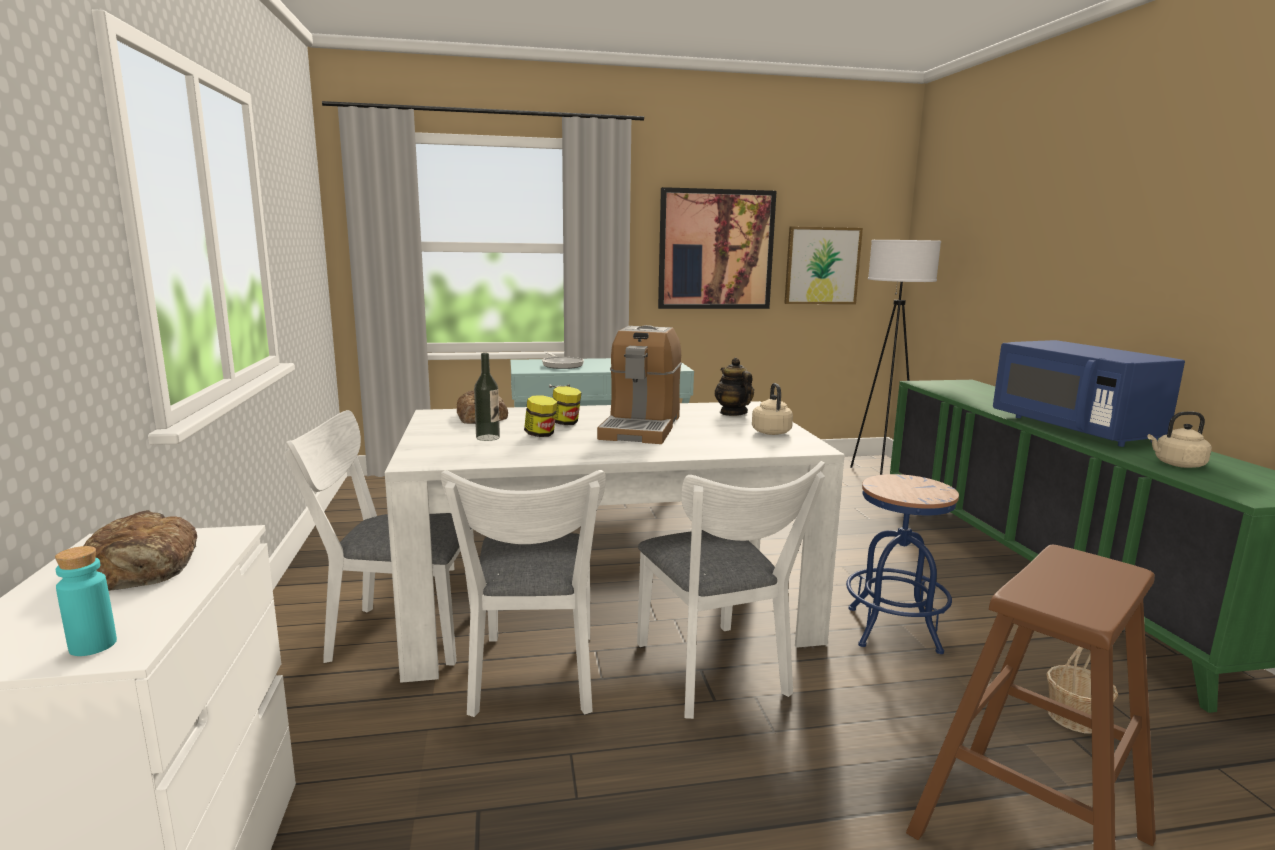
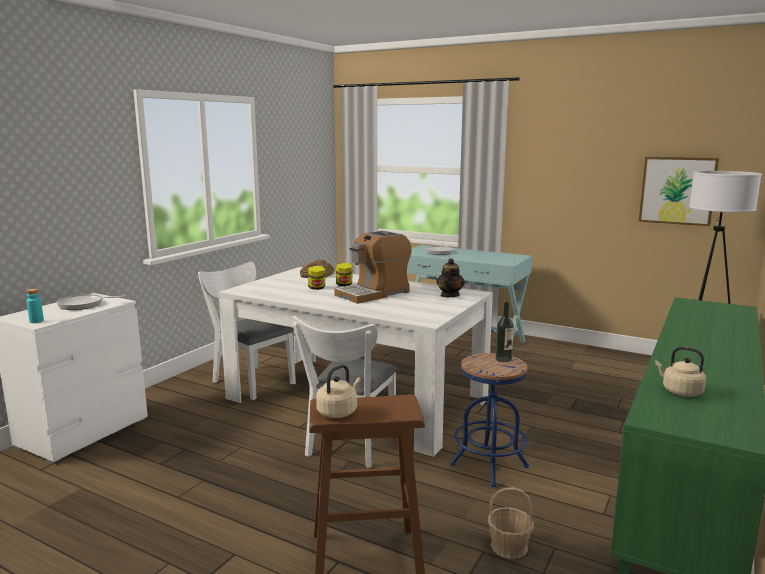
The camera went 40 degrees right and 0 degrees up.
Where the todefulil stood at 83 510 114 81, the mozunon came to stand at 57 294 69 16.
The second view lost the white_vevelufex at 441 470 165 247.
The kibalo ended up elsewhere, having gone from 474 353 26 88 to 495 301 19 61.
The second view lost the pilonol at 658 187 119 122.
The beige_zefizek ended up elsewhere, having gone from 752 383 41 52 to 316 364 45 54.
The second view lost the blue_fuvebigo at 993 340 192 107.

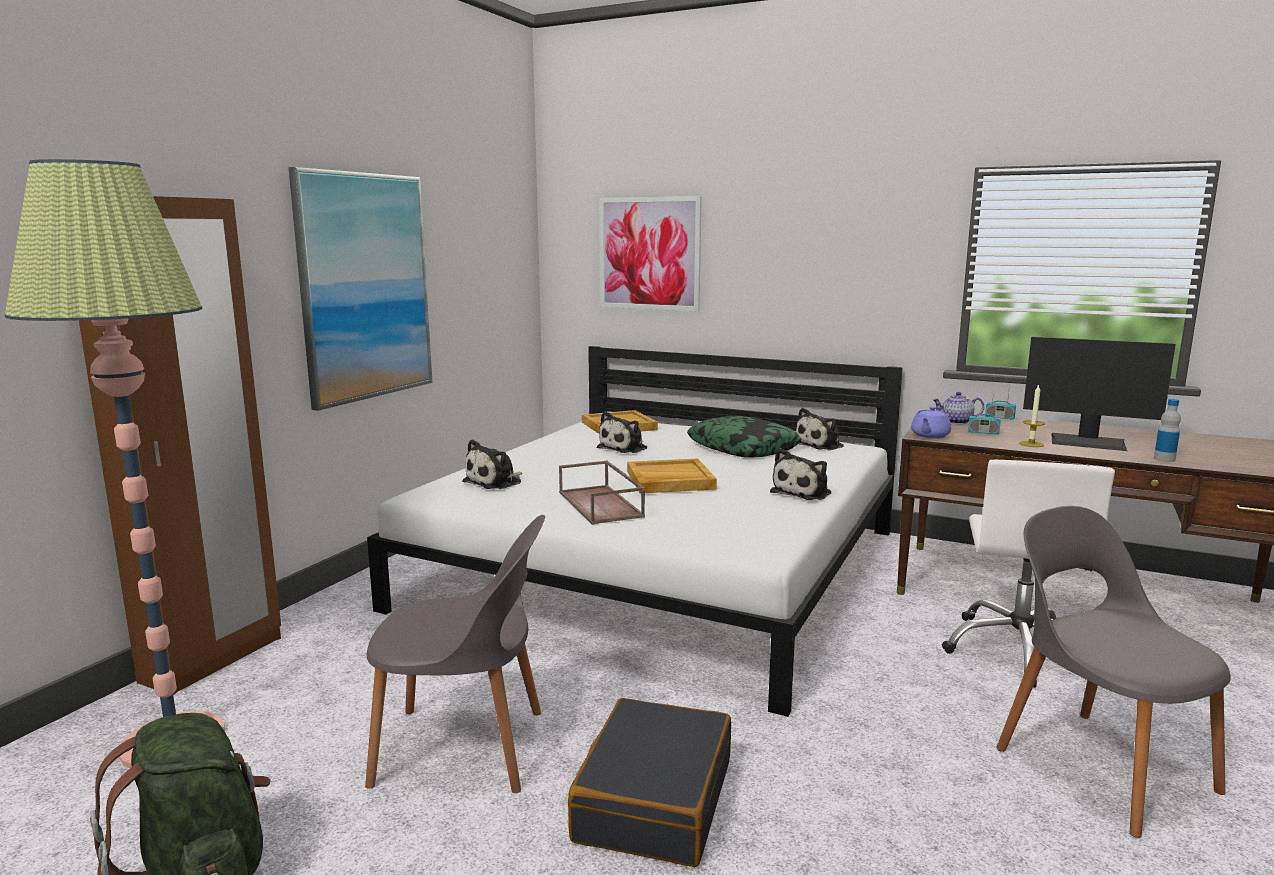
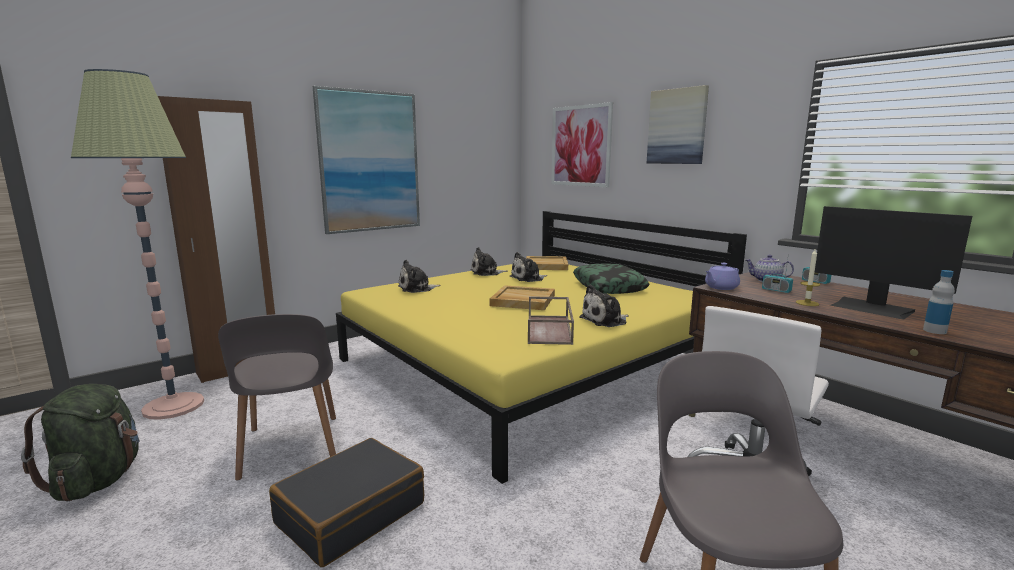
The camera went 25 degrees right and 0 degrees up.
The grey_vevelufex at 365 515 180 278 ended up facing another way, 45 degrees clockwise from before.
What was the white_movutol at 367 346 536 371 turned into the yellow_movutol at 336 211 411 273.
The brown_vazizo ended up elsewhere, having gone from 559 460 86 64 to 528 296 46 49.
The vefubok ended up elsewhere, having gone from 796 408 48 42 to 471 247 37 29.
The second view gained the pilonol at 647 85 62 79.

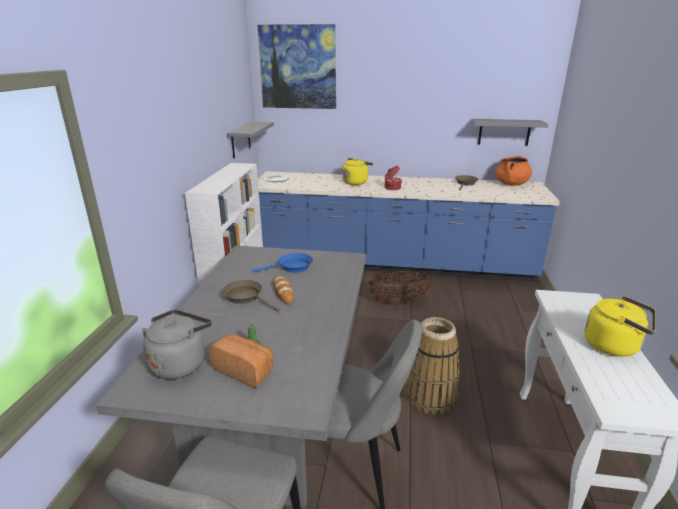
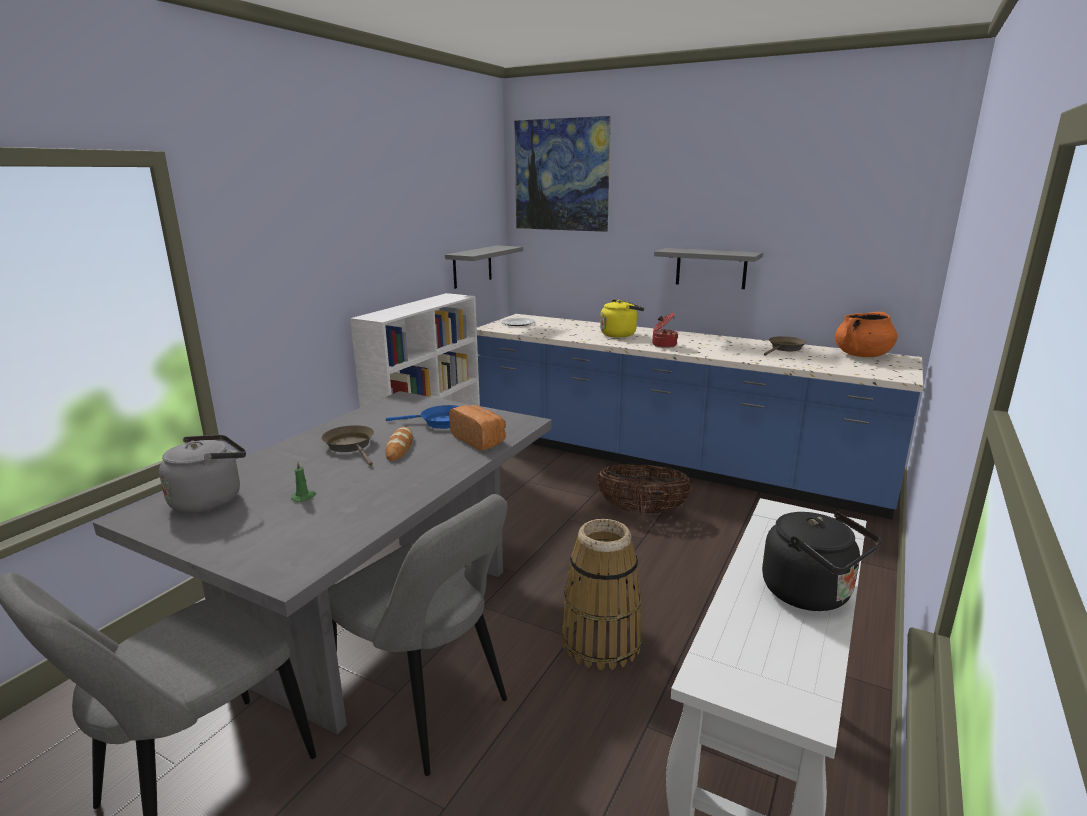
The camera went 20 degrees right and 5 degrees down.
The todefulil ended up elsewhere, having gone from 209 334 64 54 to 449 405 57 45.
The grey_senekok ended up elsewhere, having gone from 471 119 77 27 to 654 248 109 41.
What was the yellow_zefizek at 585 296 71 61 turned into the black_zefizek at 762 511 119 100.

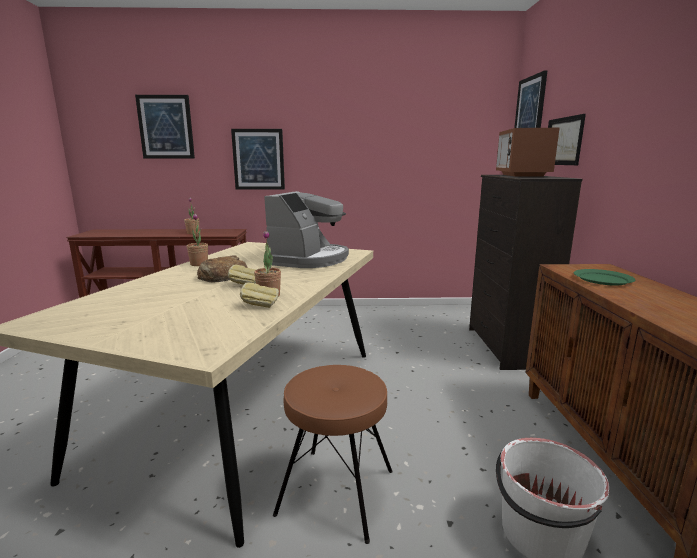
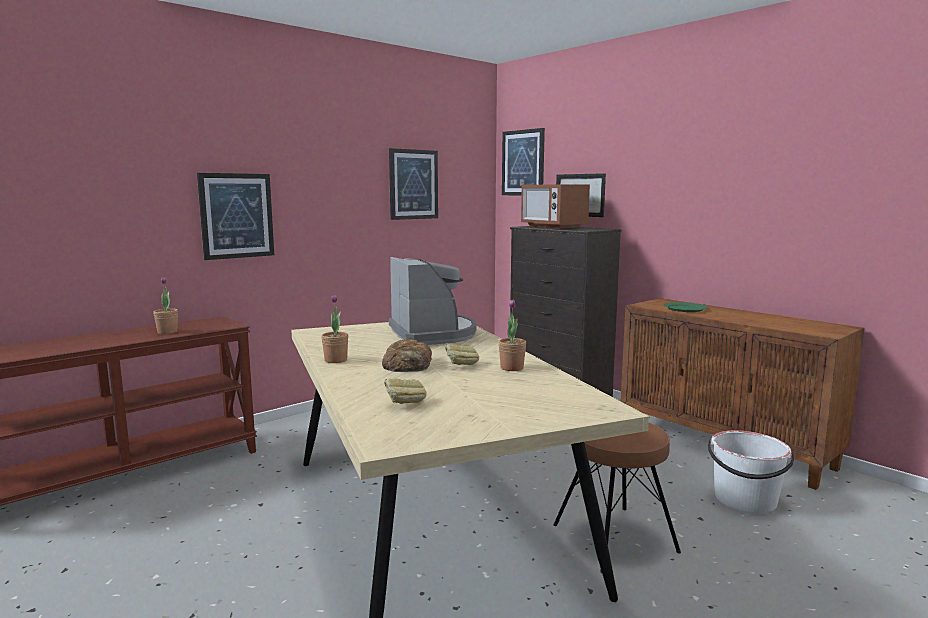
The camera went 40 degrees left and 5 degrees down.
The pilonol ended up elsewhere, having gone from 135 95 60 63 to 389 148 49 72.
The todefulil ended up elsewhere, having gone from 240 282 39 26 to 384 378 43 26.

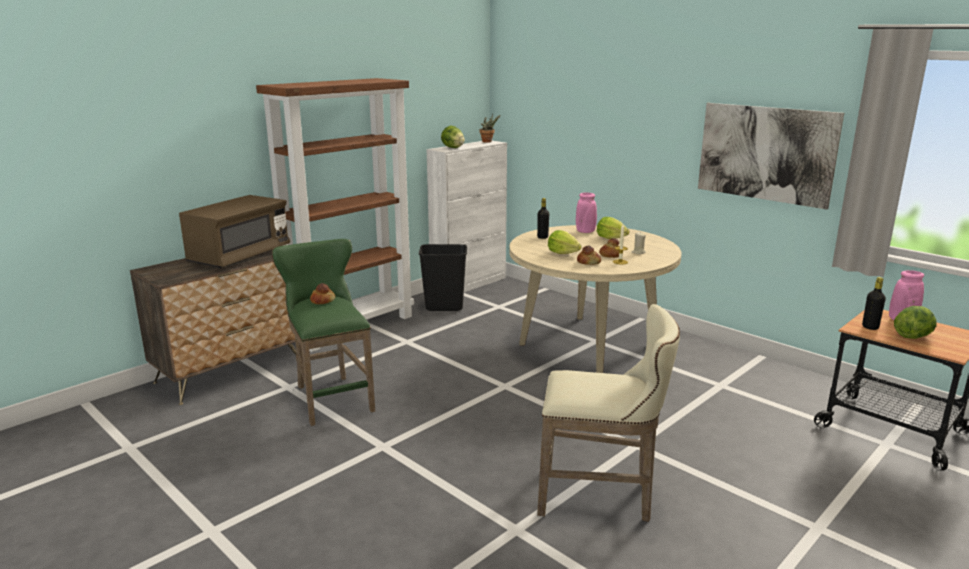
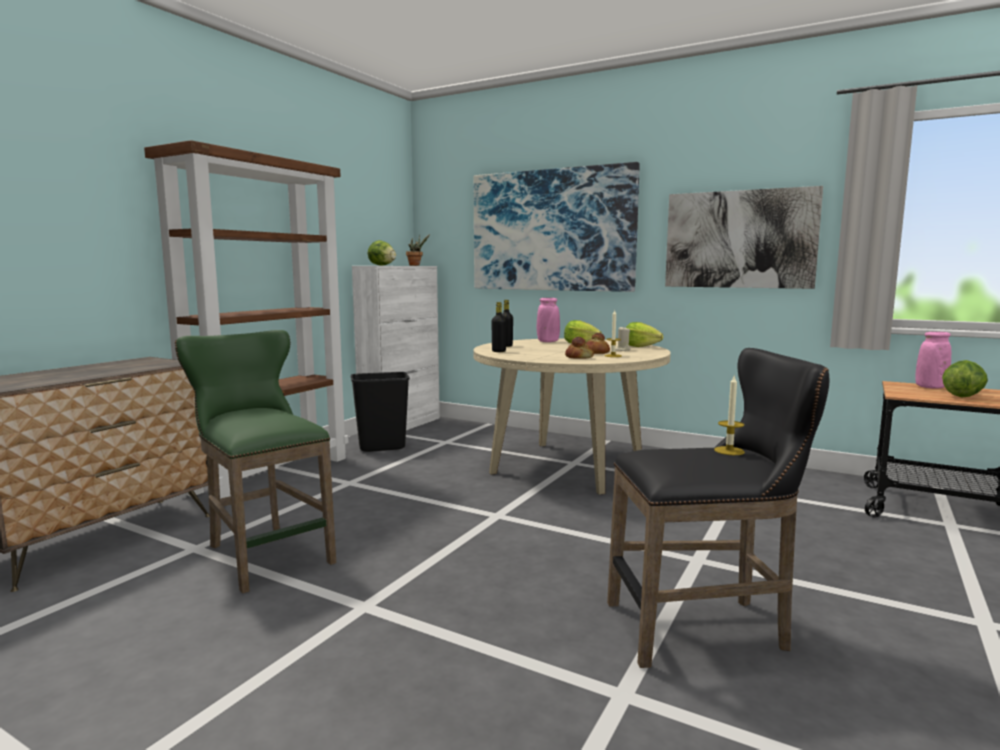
The camera went 15 degrees left and 10 degrees down.
The second view lost the brown_fuvebigo at 179 195 111 73.
The second view lost the todefulil at 310 283 25 21.
What was the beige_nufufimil at 537 304 143 218 turned into the black_nufufimil at 607 348 222 320.
The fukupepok ended up elsewhere, having gone from 548 230 33 24 to 626 322 37 25.
The black_kibalo ended up elsewhere, having gone from 862 277 24 53 to 491 302 15 50.
The second view gained the pilonol at 474 162 166 130.
The second view gained the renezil at 714 376 31 79.

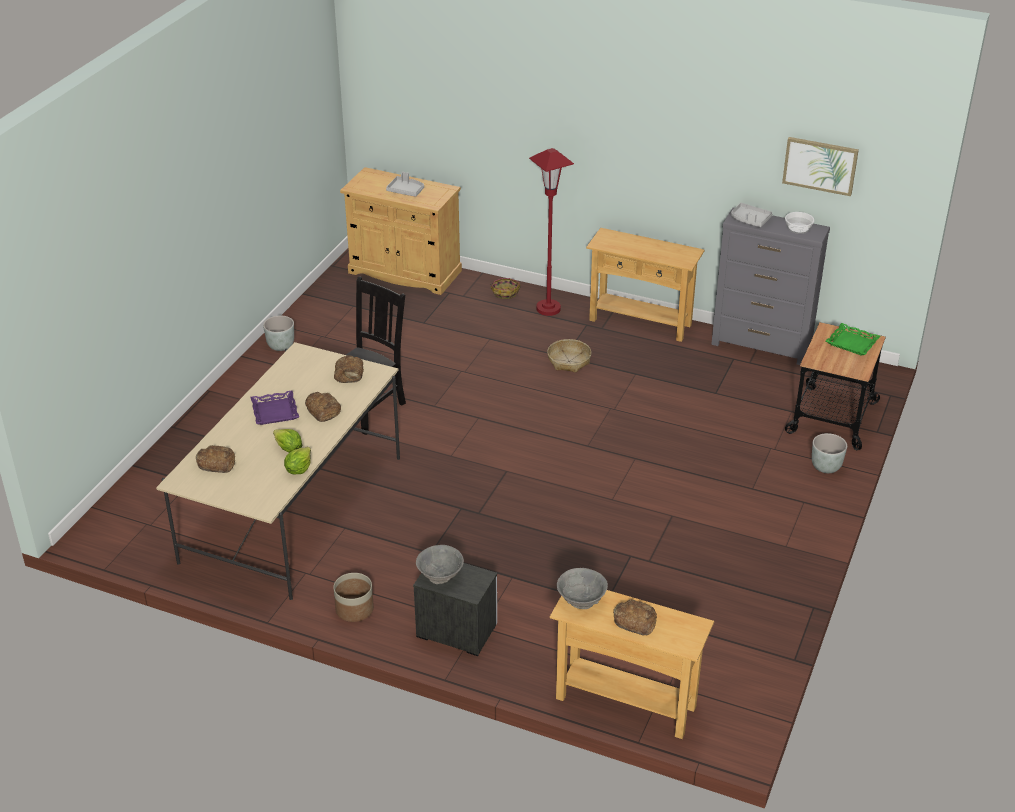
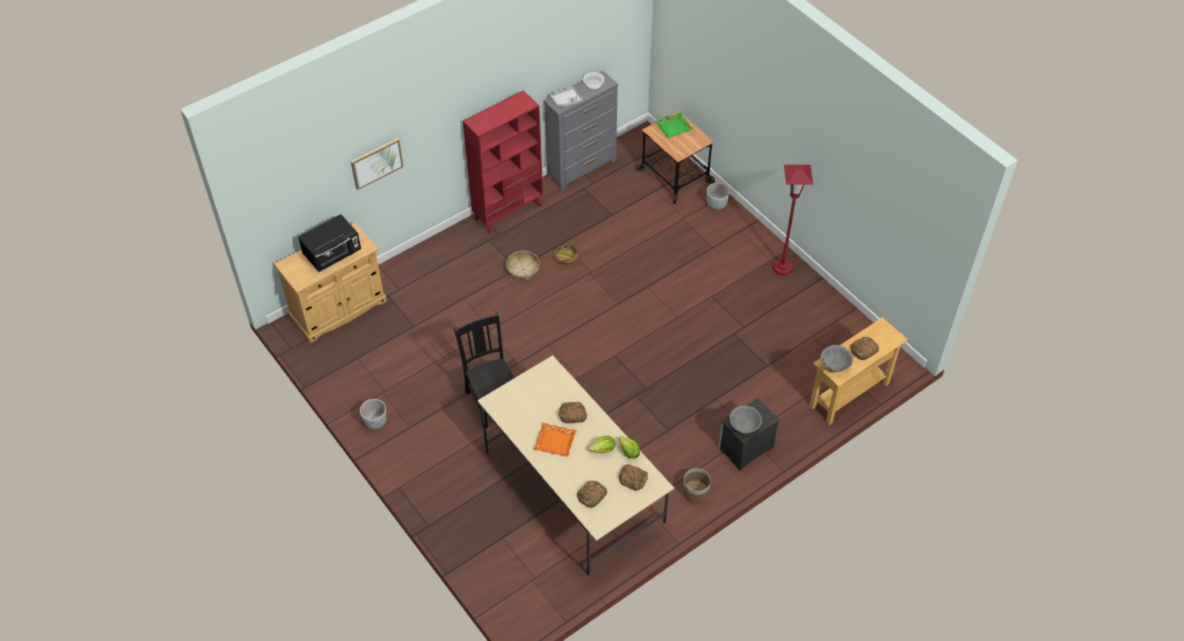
The camera went 60 degrees left and 15 degrees up.
What was the purple_vazizo at 251 390 48 35 turned into the orange_vazizo at 534 423 43 34.
The todefulil ended up elsewhere, having gone from 334 355 30 28 to 619 464 29 27.
Where the grey_vazizo stood at 386 172 38 25, the black_fuvebigo came to stand at 298 214 63 58.
The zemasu ended up elsewhere, having gone from 490 278 30 21 to 552 244 27 21.
The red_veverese ended up elsewhere, having gone from 529 148 45 168 to 773 165 40 110.
Where the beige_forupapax stood at 586 228 119 114, the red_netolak came to stand at 463 90 80 144.
The pilonol ended up elsewhere, having gone from 782 137 77 59 to 351 138 53 52.

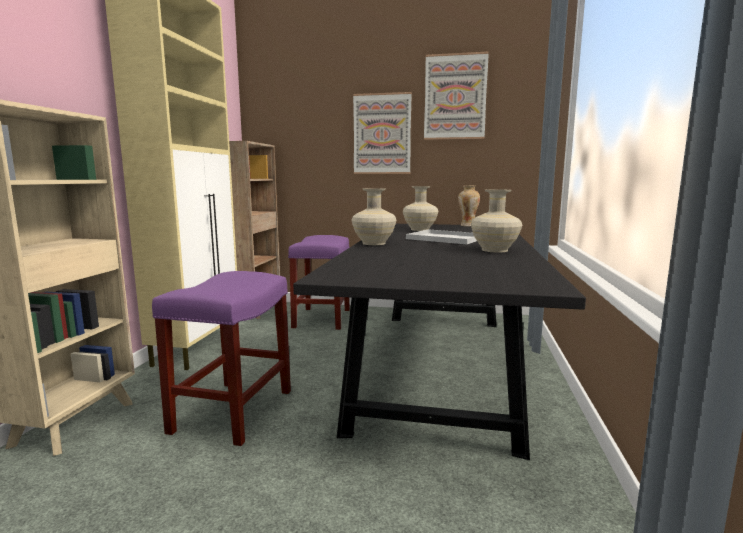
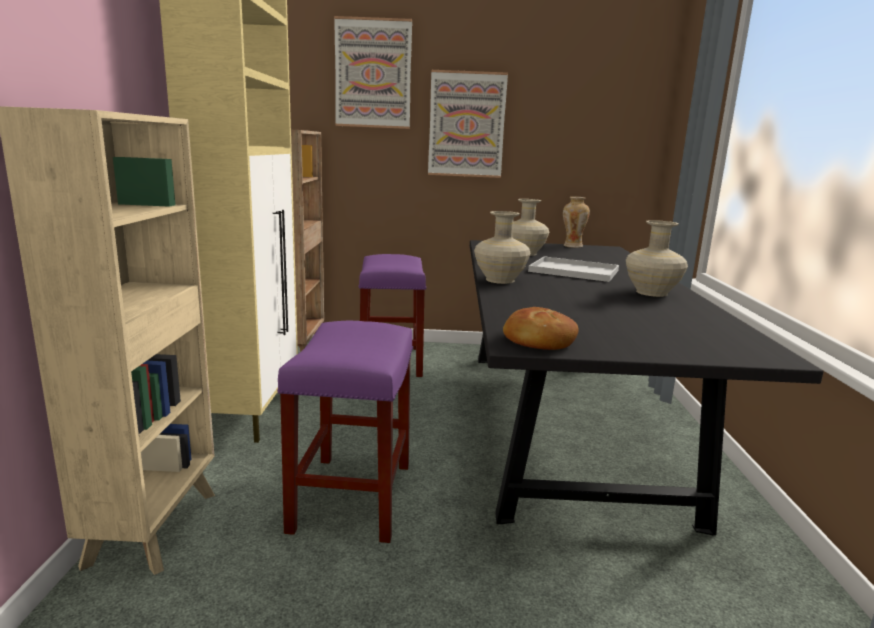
The camera went 10 degrees left and 5 degrees up.
The pilonol ended up elsewhere, having gone from 424 52 65 88 to 334 16 78 113.
The second view gained the todefulil at 503 307 76 43.

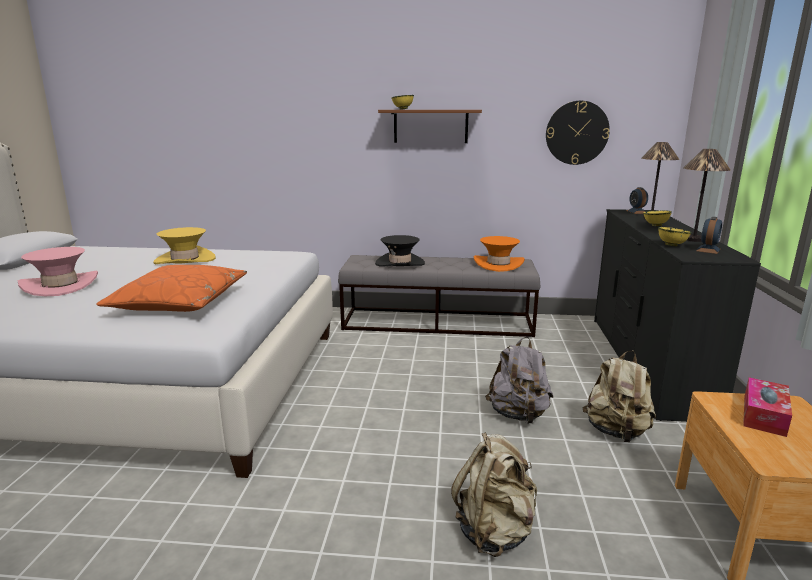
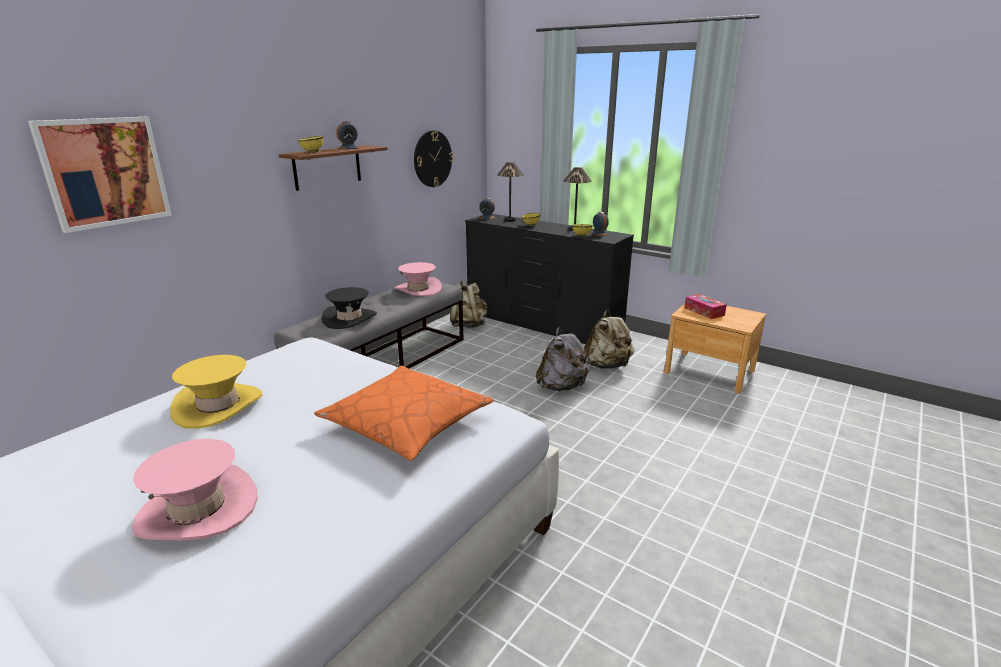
The camera went 60 degrees left and 5 degrees up.
The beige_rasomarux ended up elsewhere, having gone from 451 432 86 125 to 450 280 37 48.
What was the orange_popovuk at 474 236 51 36 turned into the pink_popovuk at 395 262 47 34.
The second view gained the pilonol at 28 117 144 116.
The second view gained the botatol at 336 121 24 29.

